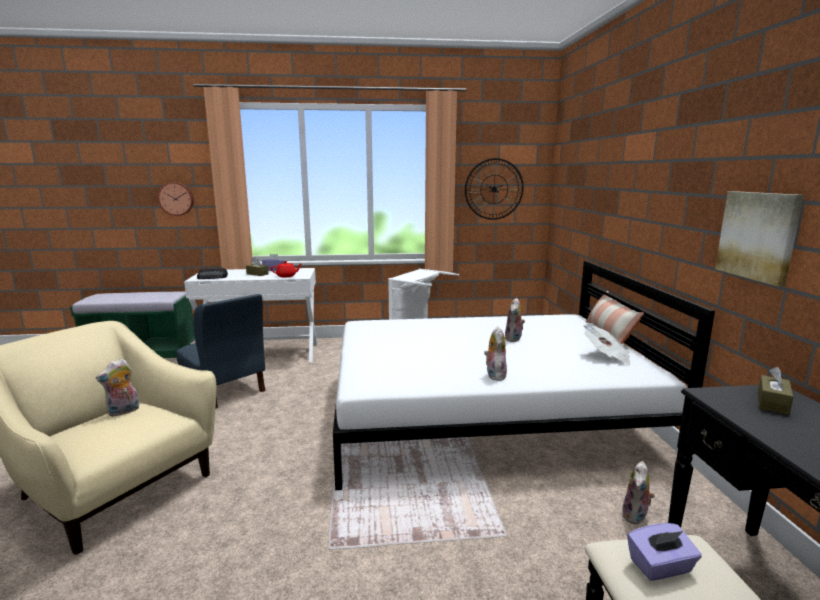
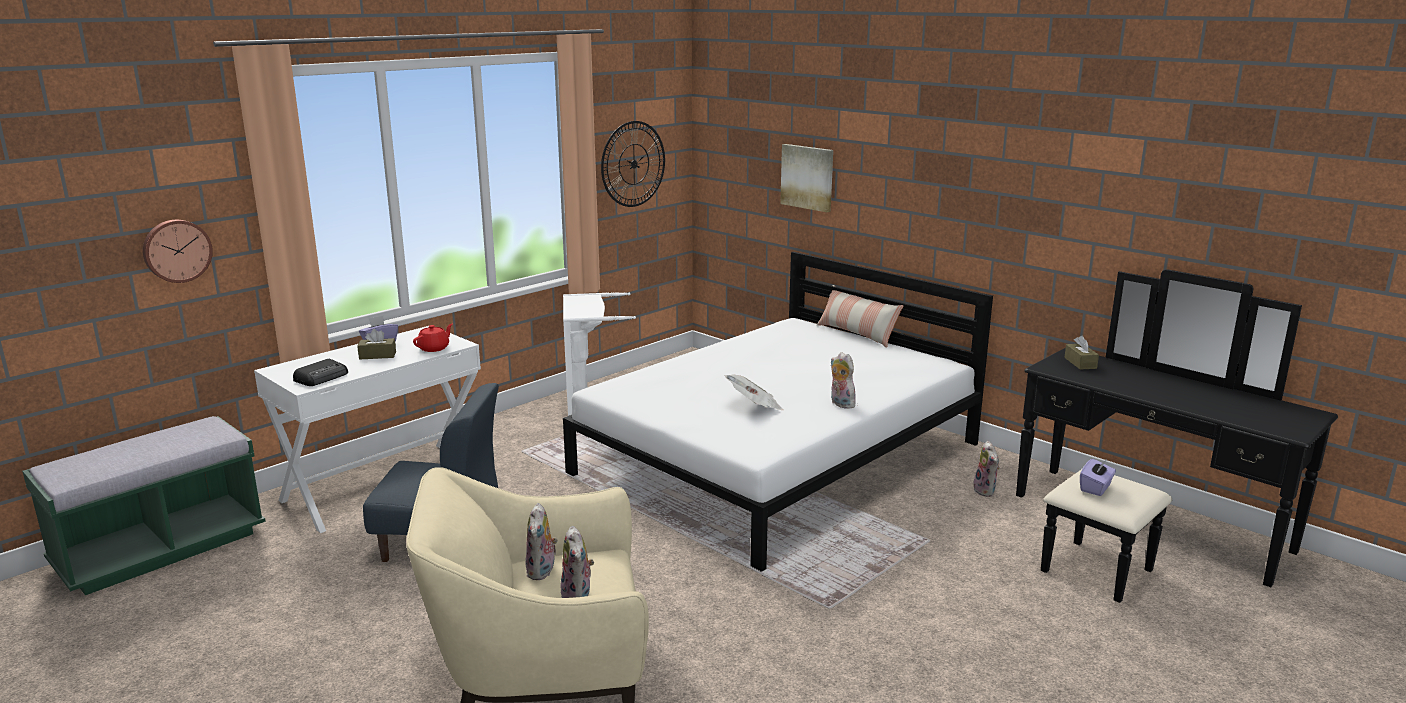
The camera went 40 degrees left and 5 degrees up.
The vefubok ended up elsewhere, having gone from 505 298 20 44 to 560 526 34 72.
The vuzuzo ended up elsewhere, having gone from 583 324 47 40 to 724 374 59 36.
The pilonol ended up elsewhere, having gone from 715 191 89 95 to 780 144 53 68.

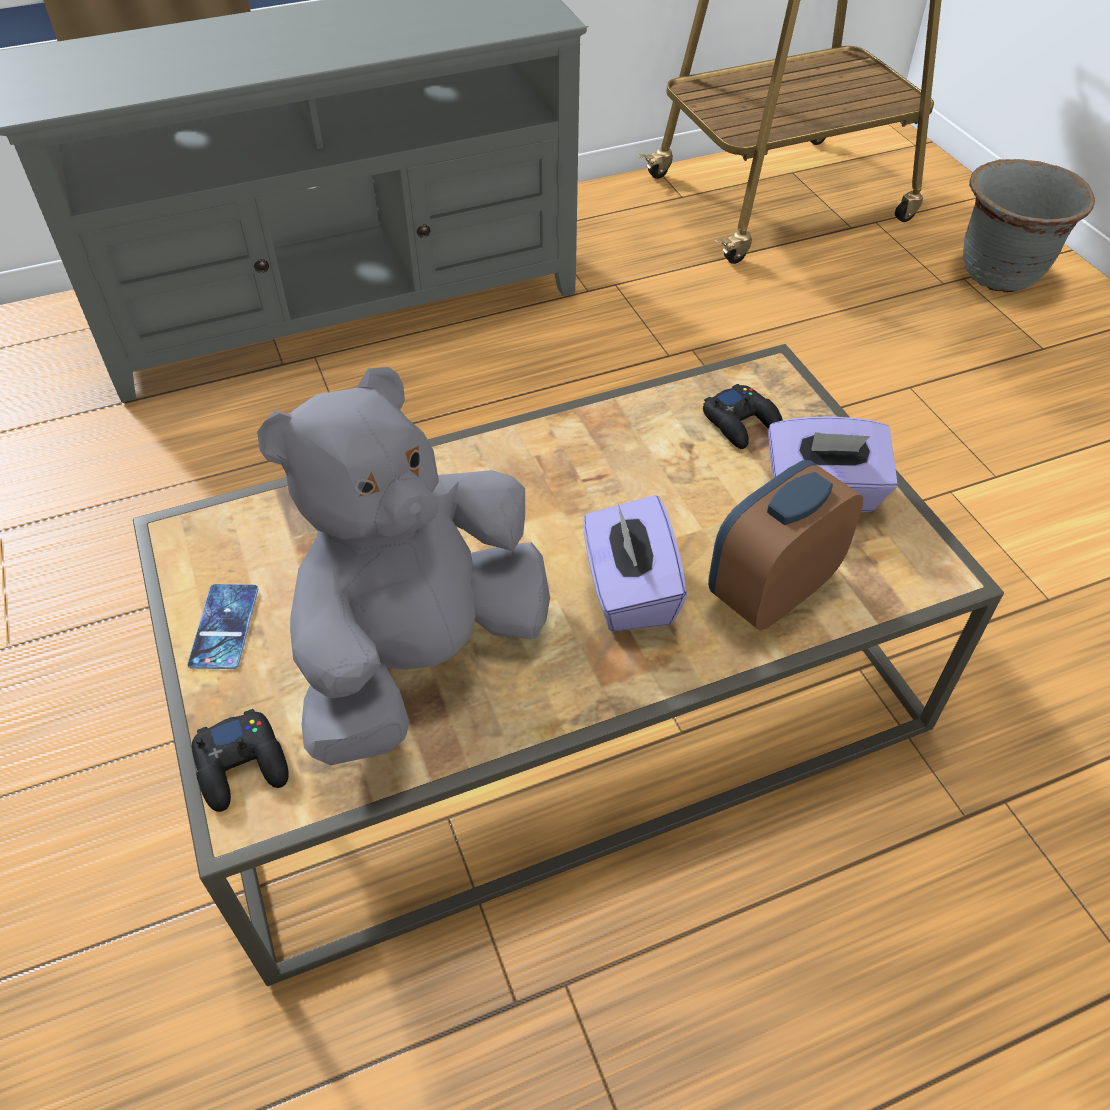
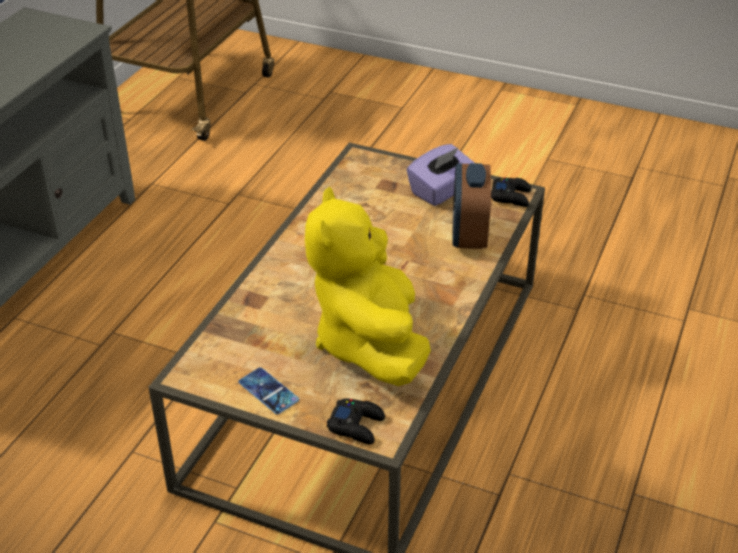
The camera went 45 degrees left and 10 degrees down.
What was the grey_vefubok at 257 367 293 398 turned into the yellow_vefubok at 305 187 126 199.
The second view lost the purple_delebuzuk at 583 495 104 136.
The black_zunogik ended up elsewhere, having gone from 703 384 80 65 to 491 177 40 30.
The second view lost the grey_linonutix at 963 159 132 134.

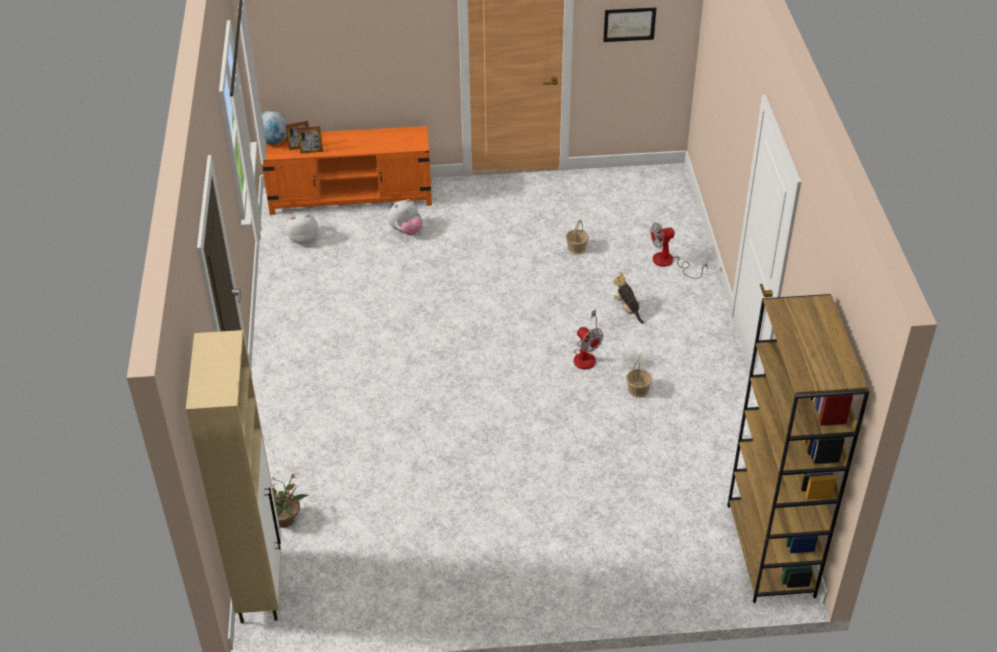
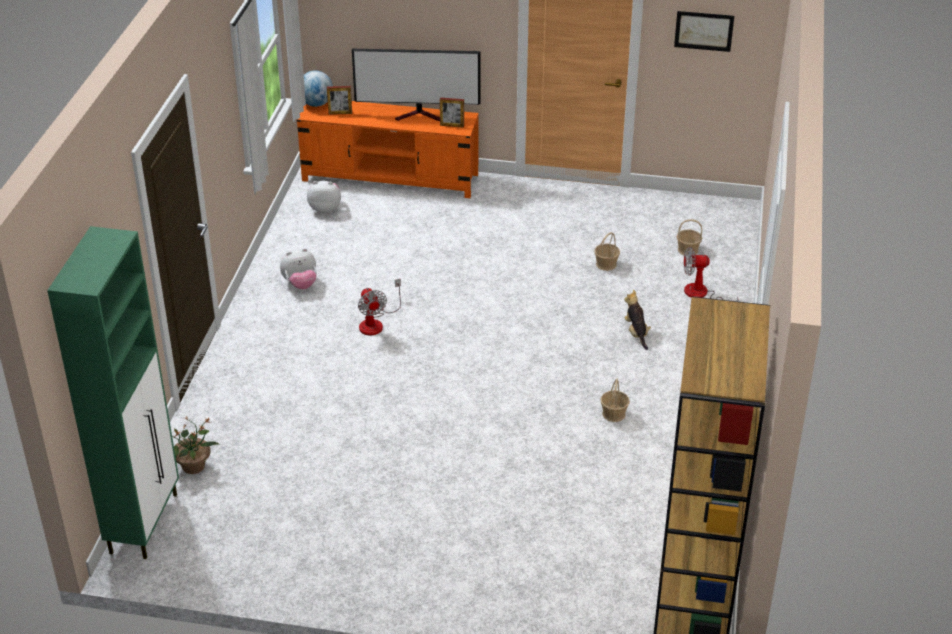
The camera went 15 degrees right and 5 degrees down.
What was the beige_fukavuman at 186 330 95 293 turned into the green_fukavuman at 47 226 132 333.
The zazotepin ended up elsewhere, having gone from 297 126 26 28 to 440 98 24 30.
The vefubok ended up elsewhere, having gone from 388 199 35 36 to 280 248 37 42.
The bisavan ended up elsewhere, having gone from 574 309 29 60 to 358 279 43 57.
The second view gained the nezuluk at 352 49 129 72.
The second view gained the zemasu at 677 219 25 36.

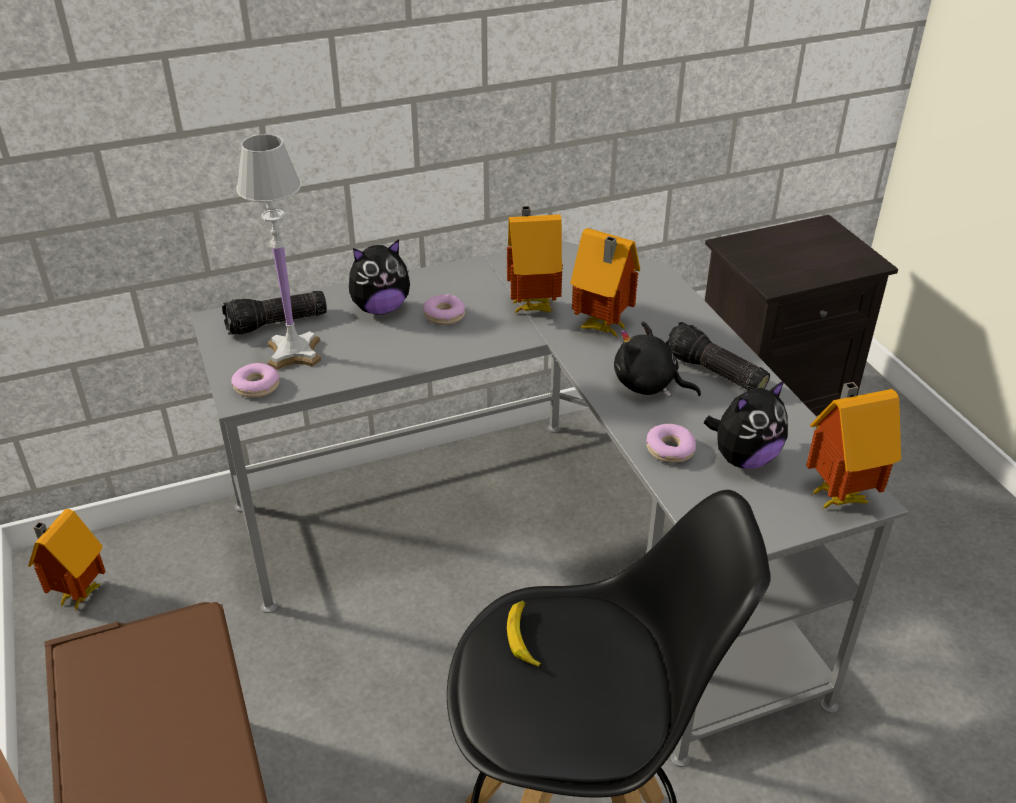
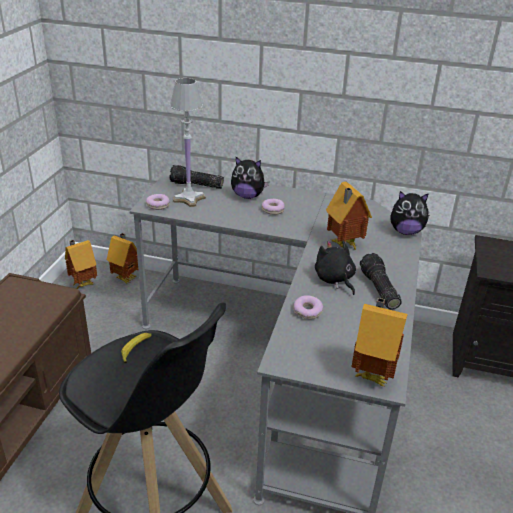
The camera went 35 degrees right and 5 degrees down.
The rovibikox ended up elsewhere, having gone from 507 206 56 108 to 107 233 32 51.
The vefubok ended up elsewhere, having gone from 704 381 84 88 to 390 191 39 44.

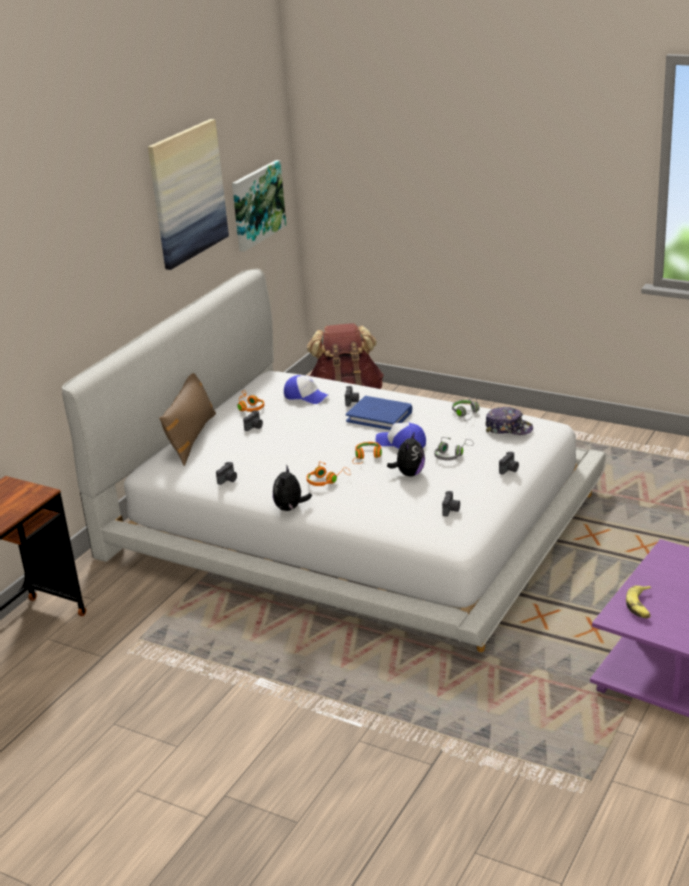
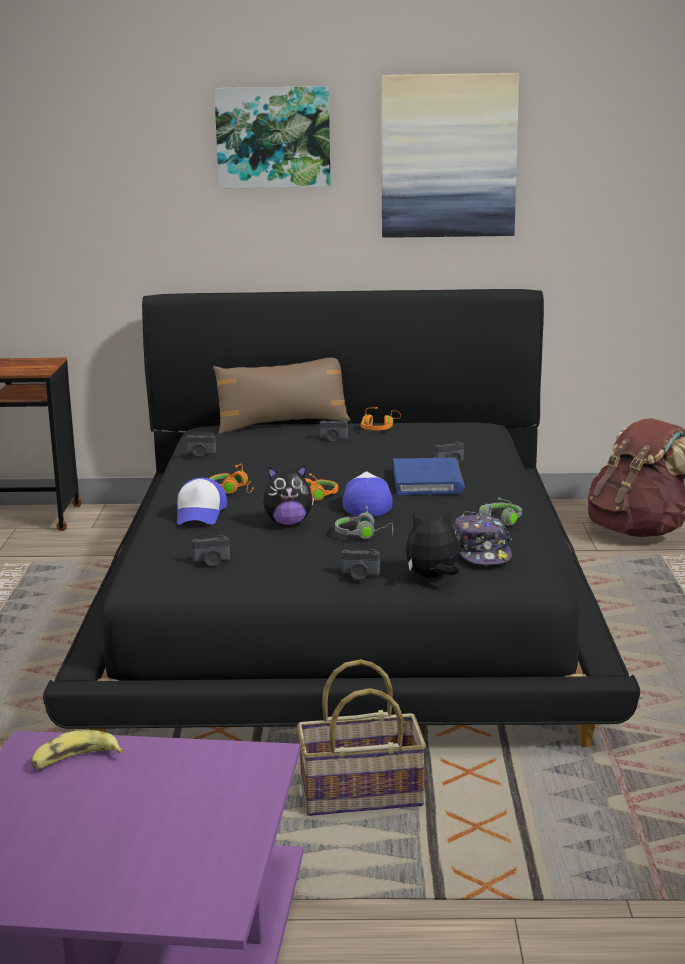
The camera went 60 degrees right and 10 degrees down.
What was the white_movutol at 62 268 544 384 turned into the black_movutol at 43 289 597 458.
The pilonol ended up elsewhere, having gone from 232 160 54 92 to 214 86 117 103.
The vefubok ended up elsewhere, having gone from 273 464 39 47 to 405 509 55 69.
The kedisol ended up elsewhere, having gone from 284 375 44 29 to 177 478 50 47.
The second view gained the zemasu at 297 659 129 157.

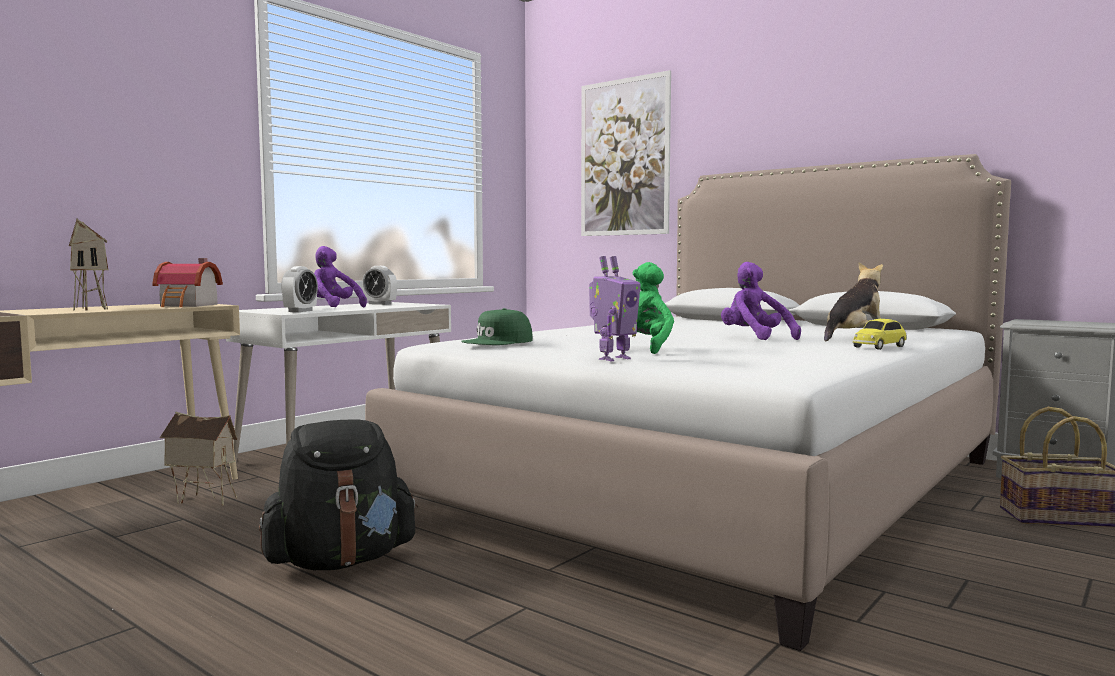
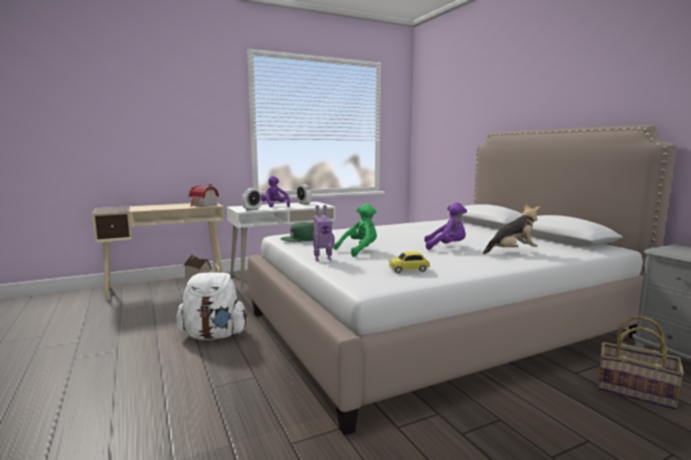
The camera went 25 degrees right and 5 degrees up.
The second view lost the rovibikox at 69 218 40 92.
What was the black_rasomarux at 259 420 159 150 turned into the white_rasomarux at 177 273 71 67.
The second view lost the pilonol at 581 70 90 166.
The purple_vefubok at 721 262 80 78 ended up facing another way, 105 degrees clockwise from before.
The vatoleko ended up elsewhere, having gone from 853 319 54 31 to 389 251 41 22.

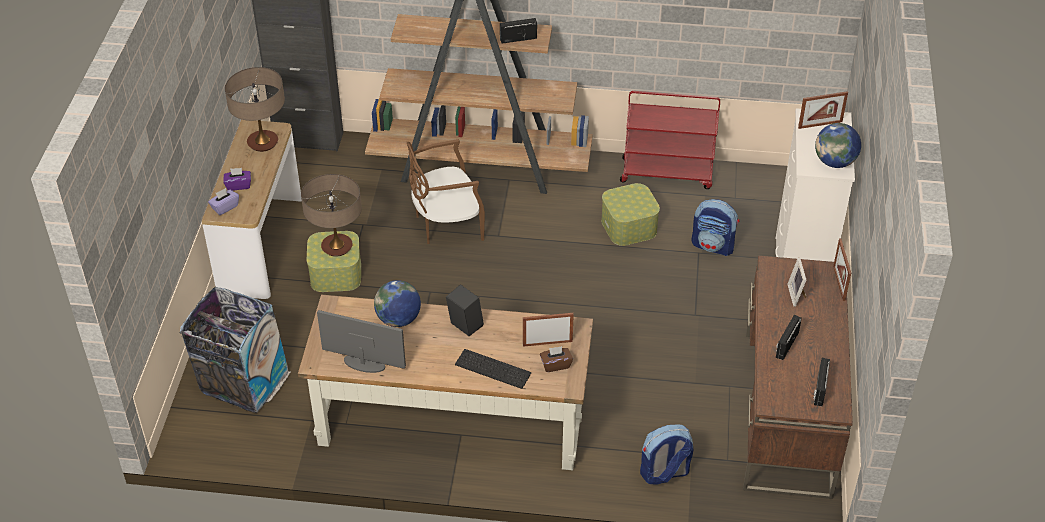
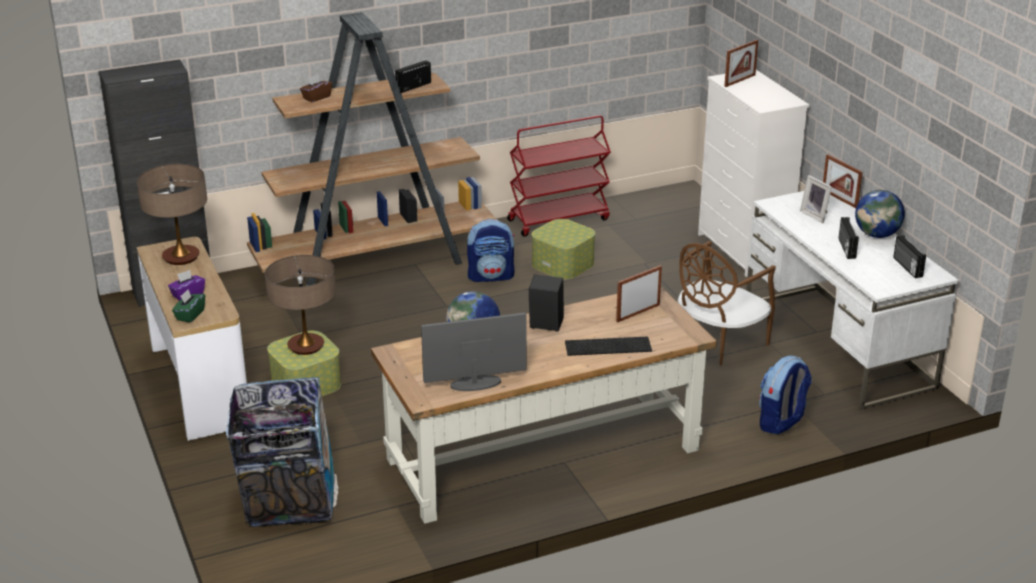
The camera went 30 degrees left and 15 degrees down.
What was the purple_delebuzuk at 208 188 31 27 turned into the green_delebuzuk at 172 289 33 34.
The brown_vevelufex ended up elsewhere, having gone from 407 139 78 105 to 678 241 98 124.
The brown_delebuzuk ended up elsewhere, having gone from 540 346 33 26 to 300 75 32 27.
The rasomarux ended up elsewhere, having gone from 691 199 48 57 to 467 219 48 63.
What was the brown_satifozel at 743 256 110 243 turned into the white_satifozel at 746 191 213 219.
The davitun ended up elsewhere, having gone from 815 123 46 45 to 855 190 50 48.

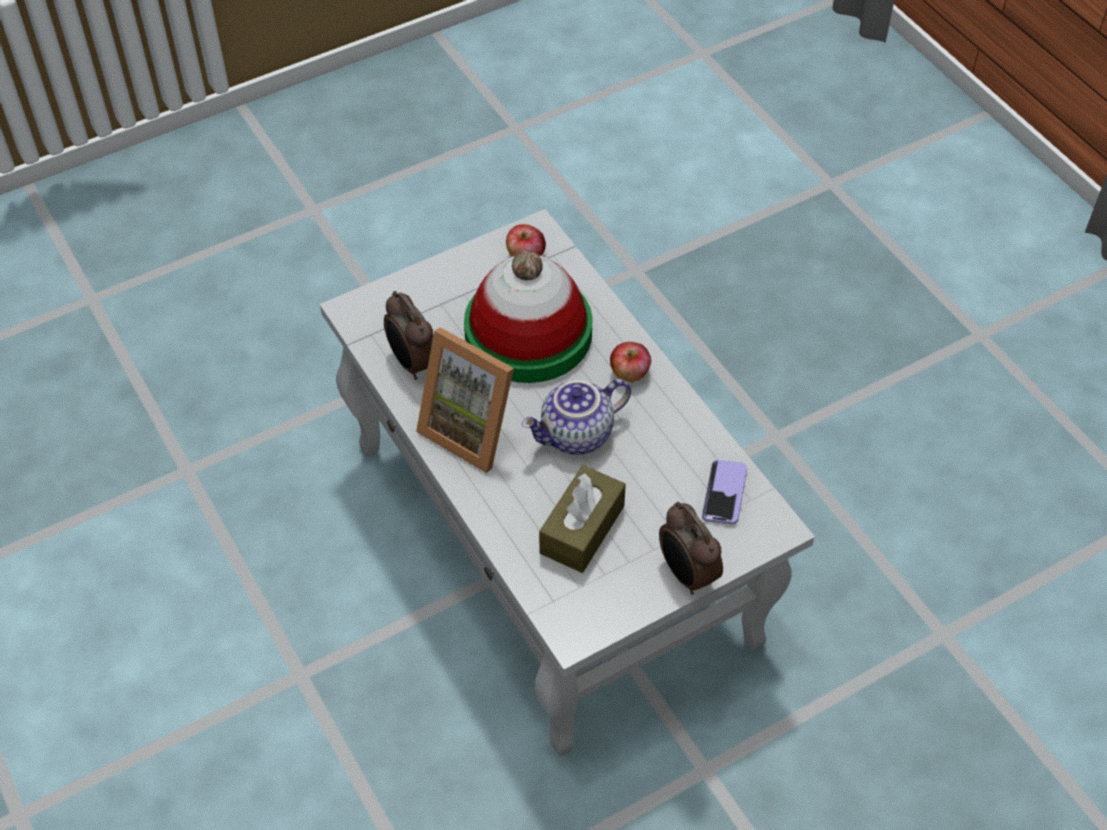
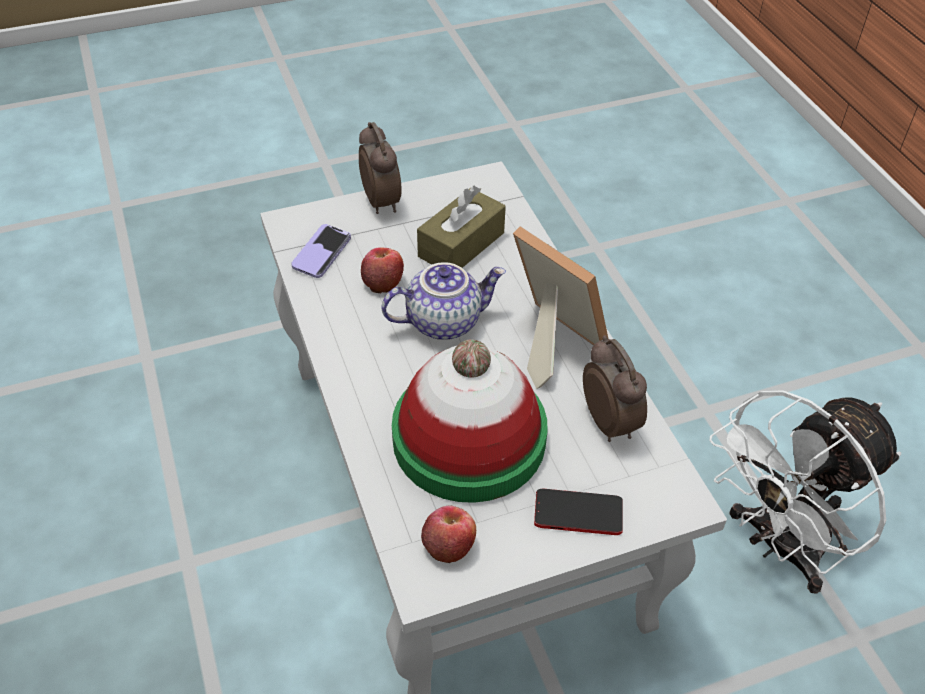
The camera went 170 degrees left and 5 degrees down.
The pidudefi ended up elsewhere, having gone from 610 342 41 40 to 361 248 43 45.
The second view gained the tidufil at 534 489 89 46.
The second view gained the white_bisavan at 709 390 192 204.

